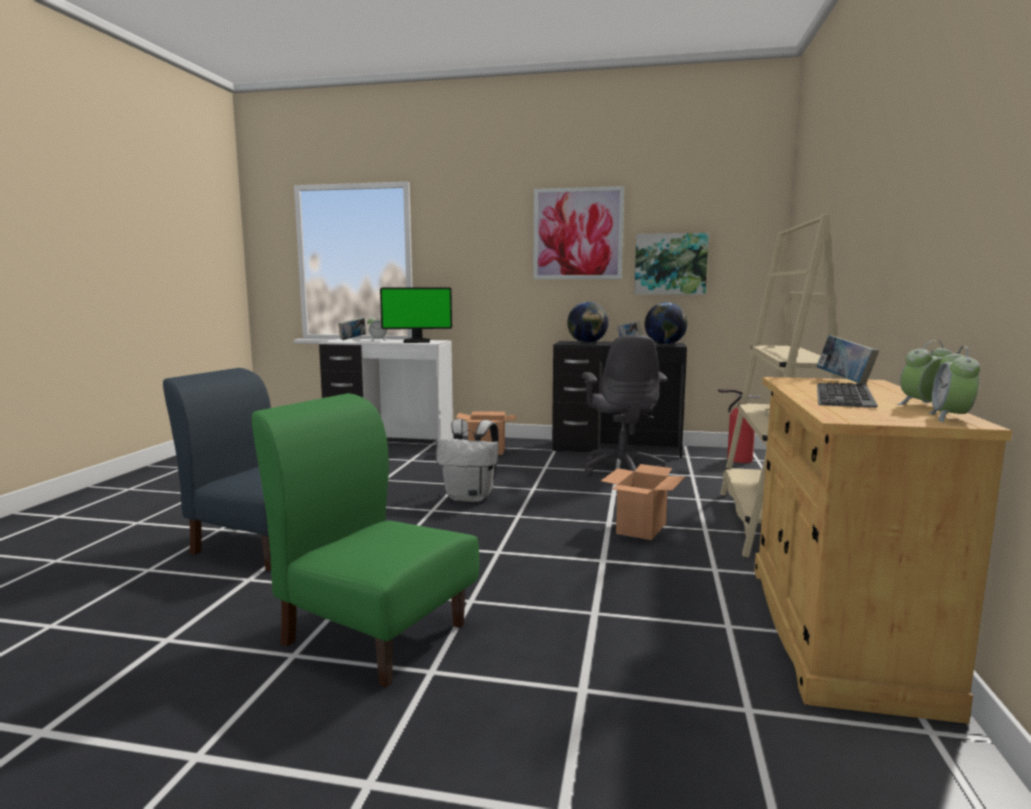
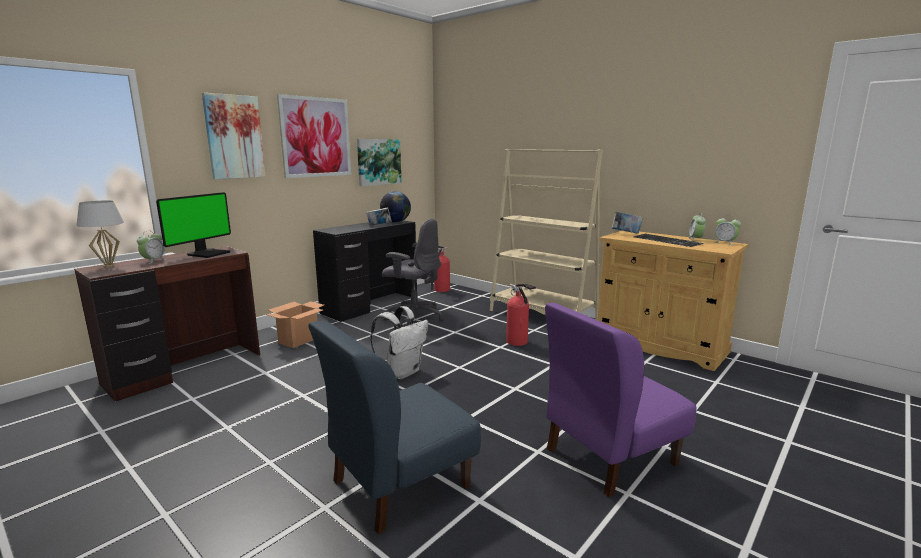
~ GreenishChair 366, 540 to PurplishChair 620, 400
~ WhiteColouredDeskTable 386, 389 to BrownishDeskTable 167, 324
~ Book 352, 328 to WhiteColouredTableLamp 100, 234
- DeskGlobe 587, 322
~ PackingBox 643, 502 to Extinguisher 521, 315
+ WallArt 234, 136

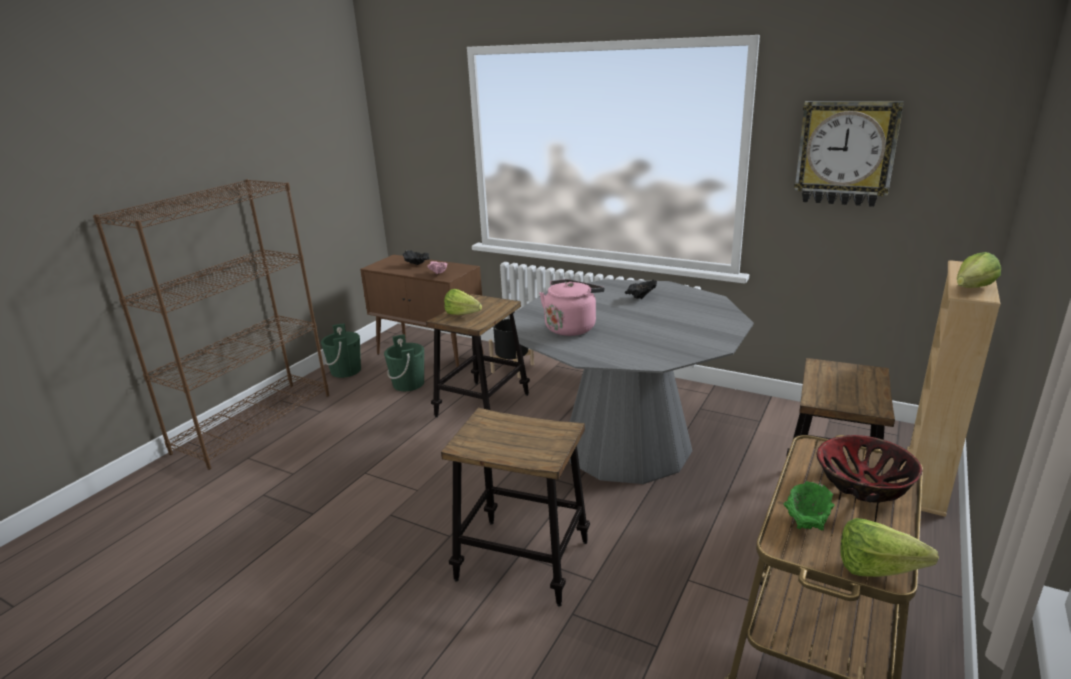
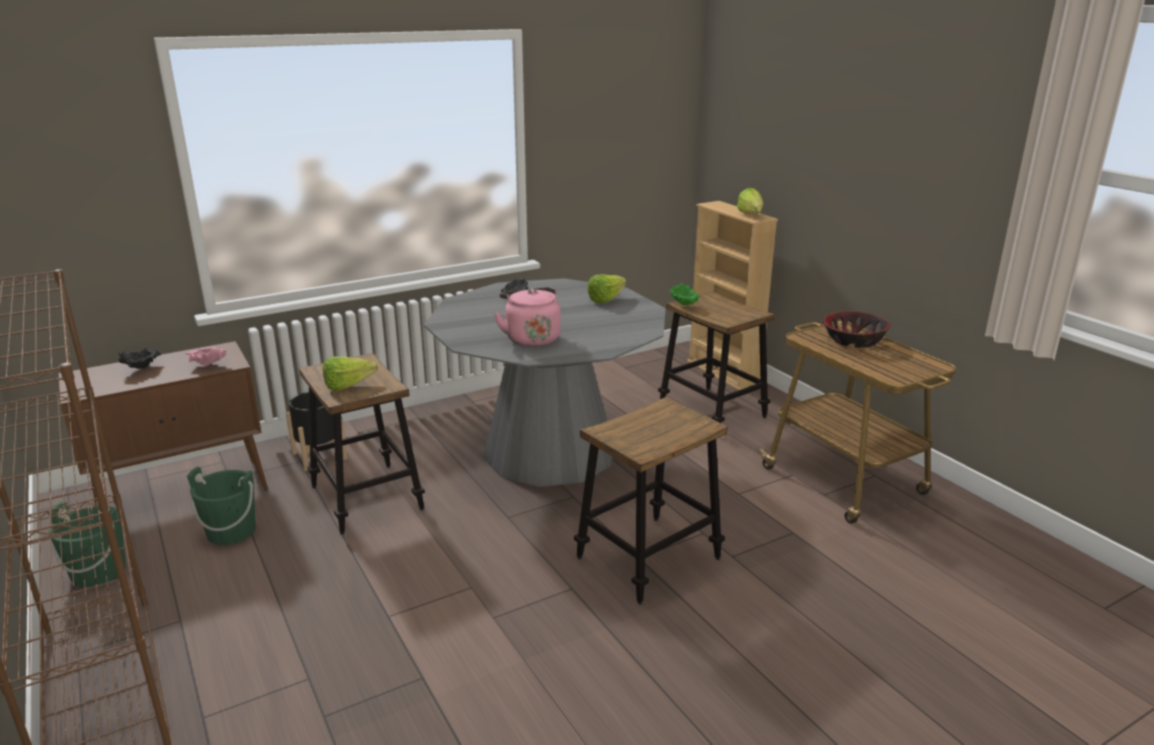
~ GreenishServingBowl 809, 505 to 685, 294
- ClockOnTheWall 849, 154
~ LettuceHead 890, 547 to 606, 289

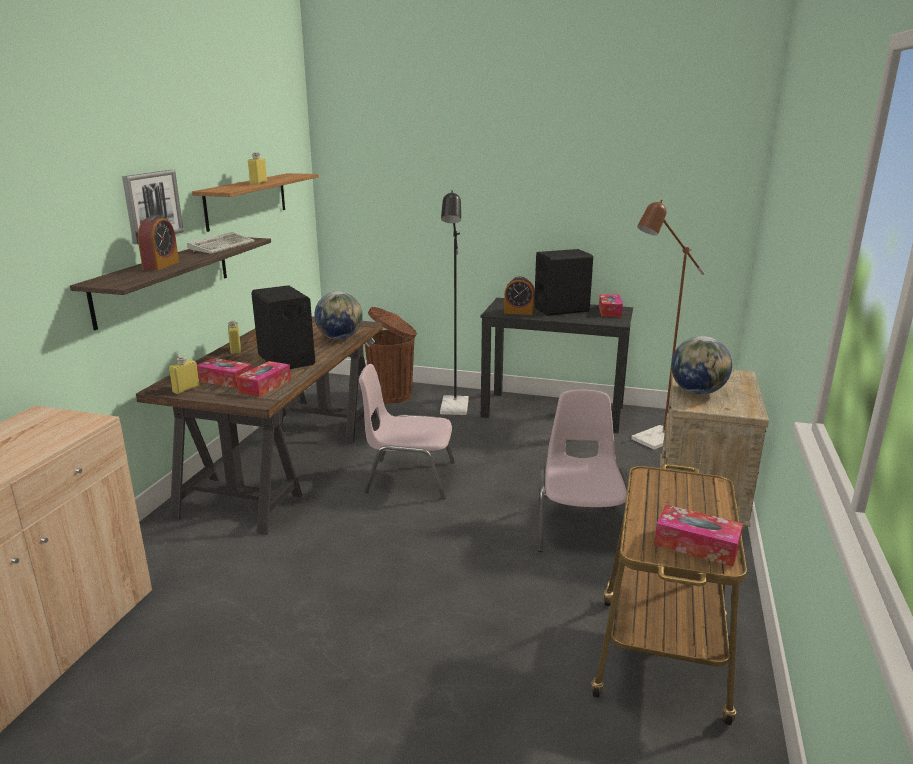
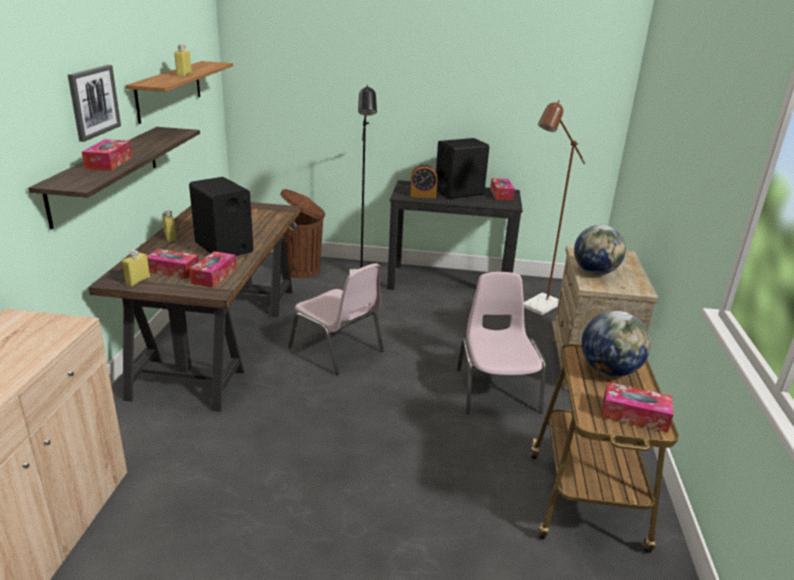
~ TableClock 158, 242 to TissueBox 107, 155
- PcKeyboard 221, 243
~ DeskGlobe 338, 315 to 616, 344
~ PinkChair 407, 431 = 336, 319 135 degrees counterclockwise

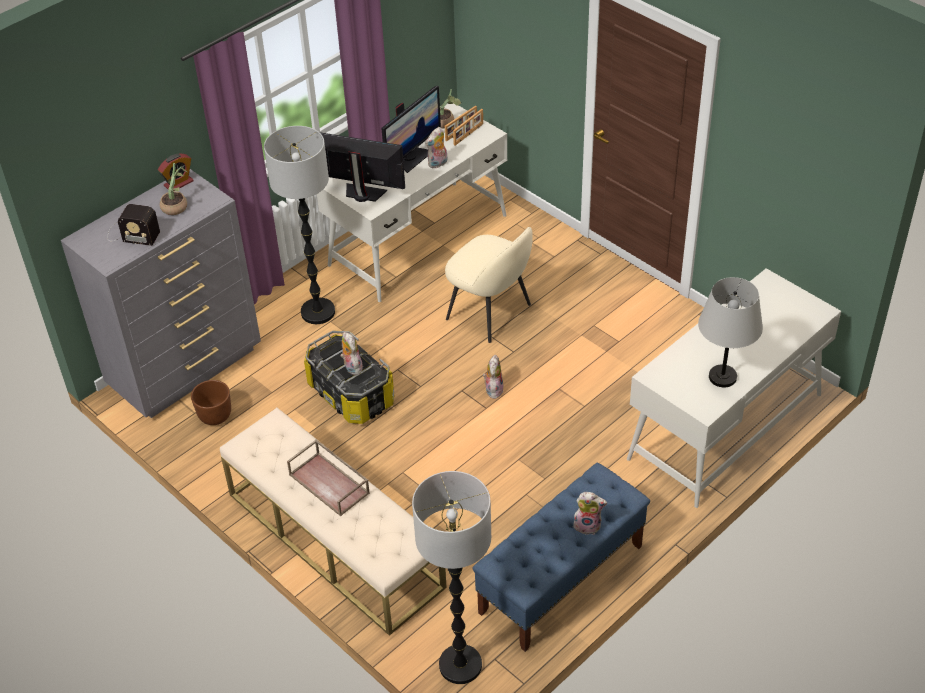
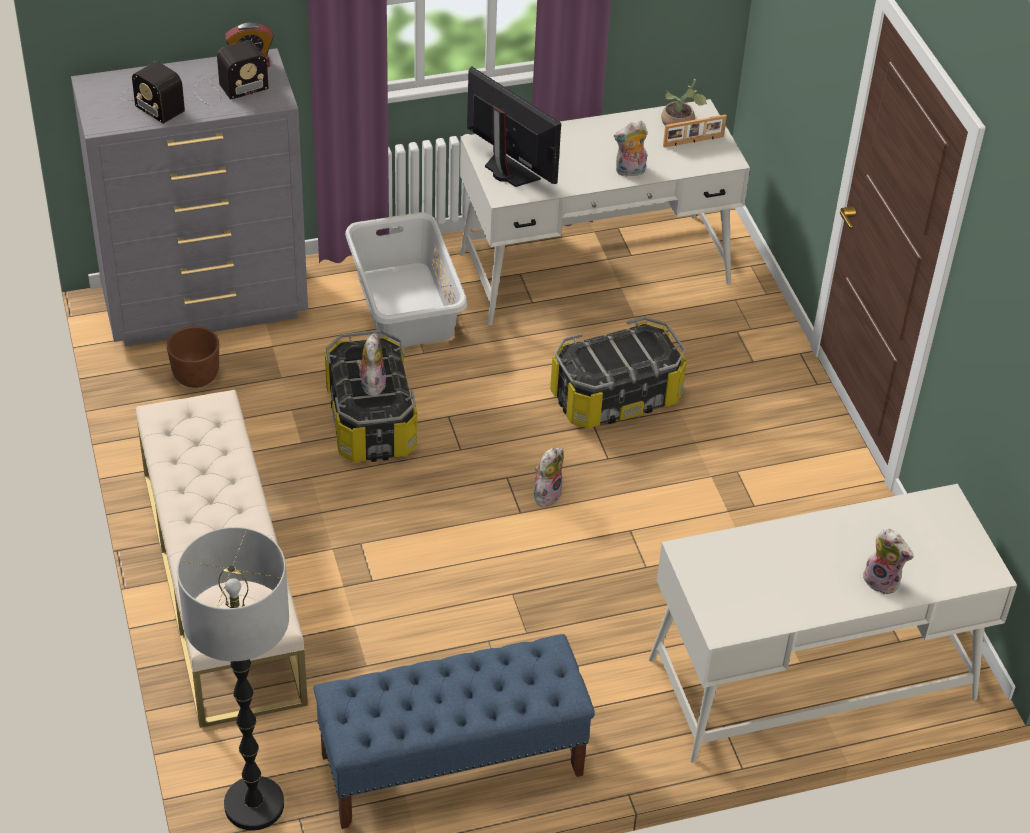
~ PlantInAPot 173, 189 to RadioReceiver 231, 73
~ StandingLamp 299, 225 to GreyWashingBasket 406, 279
- BrownishTray 328, 478
- Monitor 411, 129
~ SandColouredChair 489, 285 to StorageContainer 618, 372
- PictureFrame 468, 127
~ PlushToy 590, 513 to 888, 562
- GreyTableLamp 730, 332

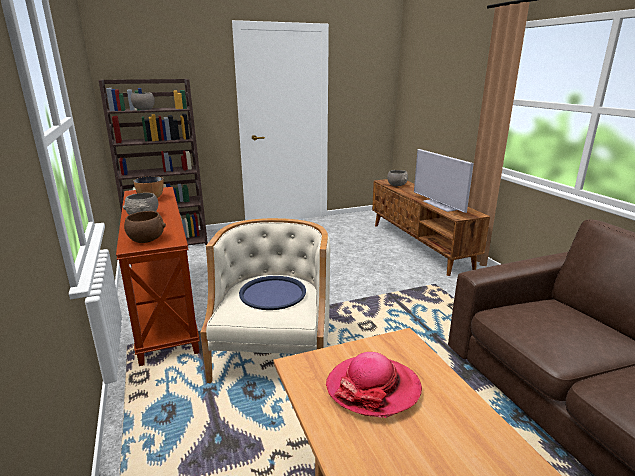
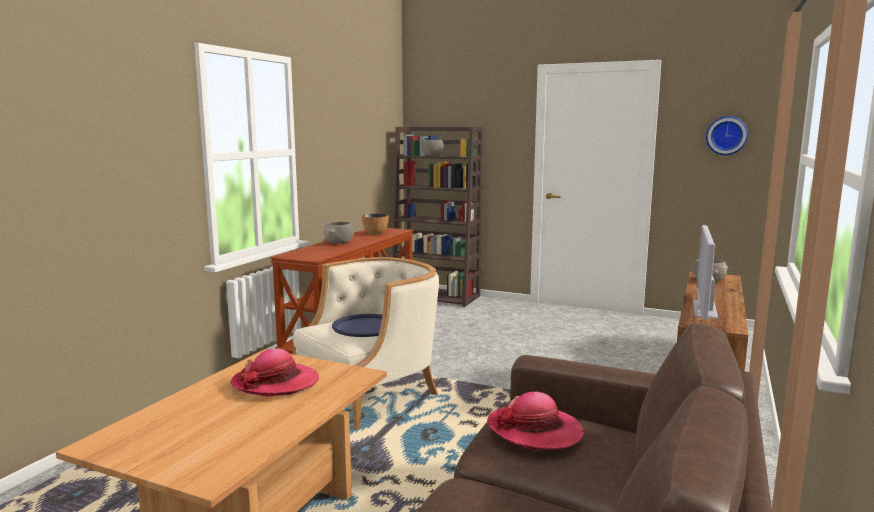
- BrownishServingBowl 145, 227
+ WearableHat 535, 421
+ ClockOnTheWall 727, 135

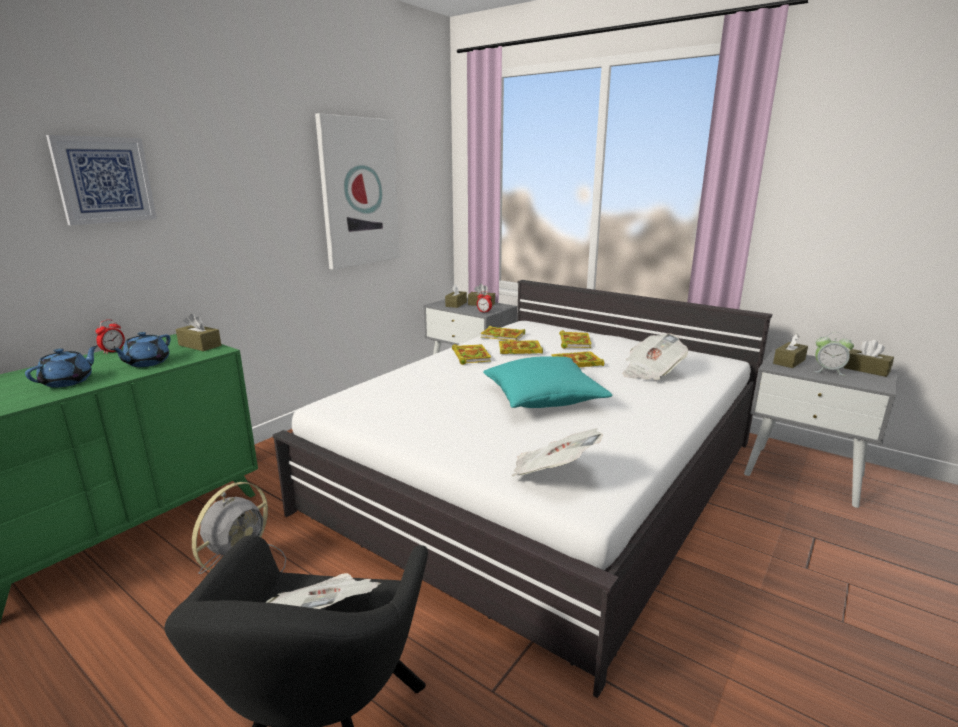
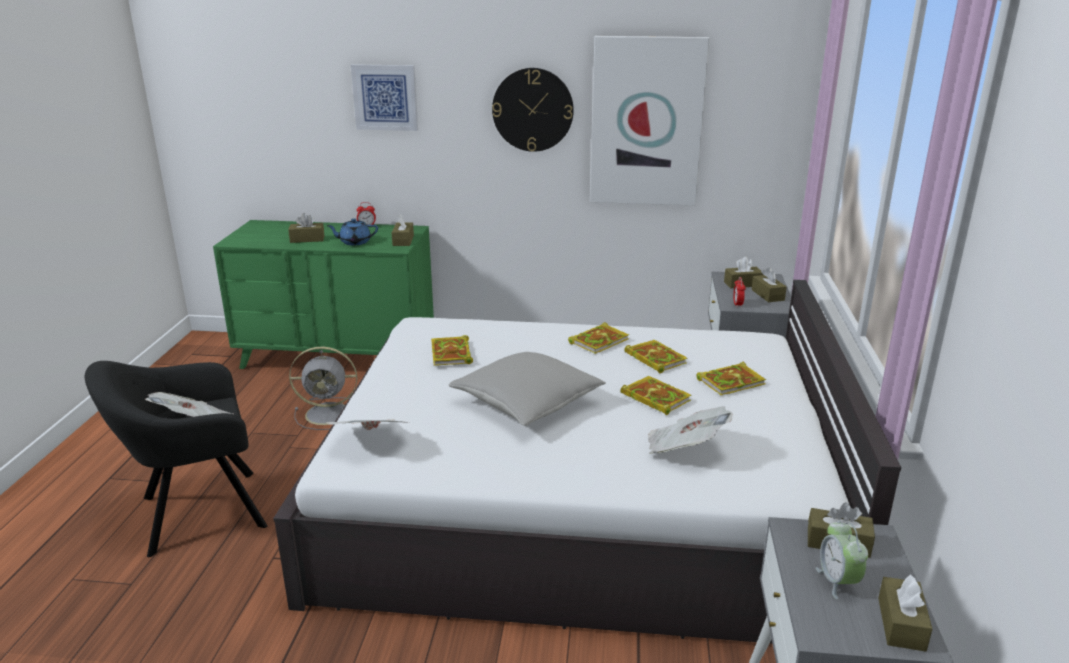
~ BluishPotForTea 61, 366 to BrownishTissueBox 306, 228
~ Book 503, 333 to 452, 350
~ TurquoiseThrowPillow 547, 382 to GreyThrowPillow 527, 389
+ ClockOnTheWall 533, 110

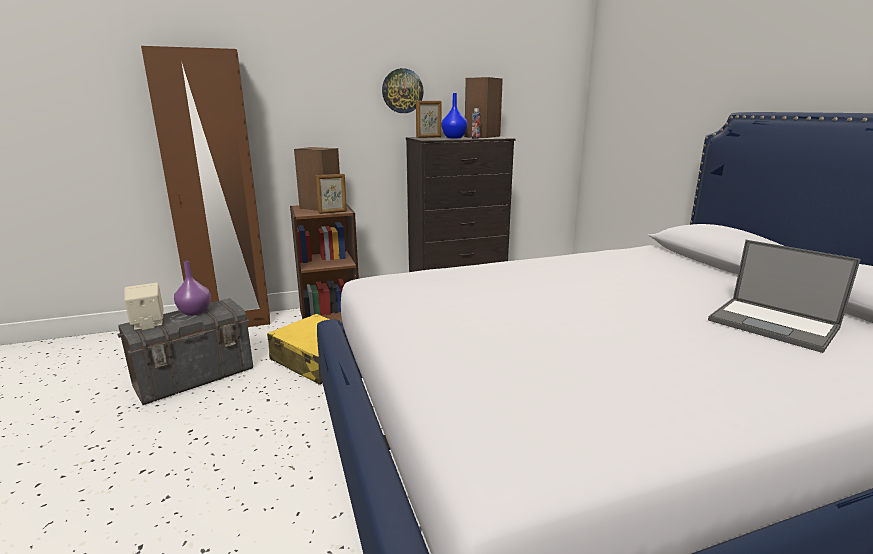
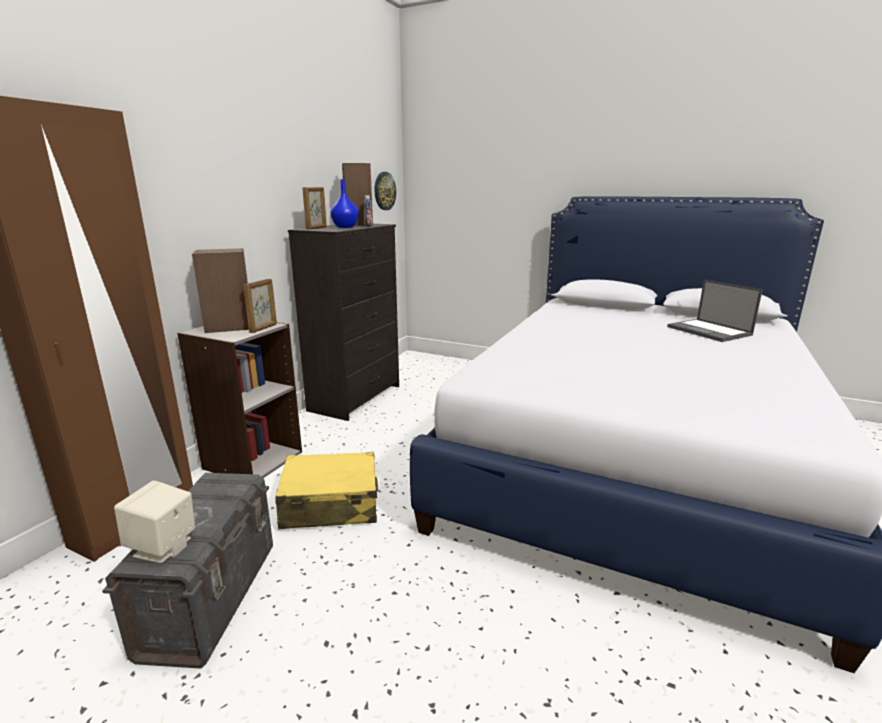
- PurplishDecorativeVase 192, 288
~ BrownishBookshelf 324, 263 to GreyBookshelf 239, 400
~ ClockOnTheWall 403, 90 to 385, 191
~ PortableComputer 784, 296 = 714, 311 60 degrees clockwise

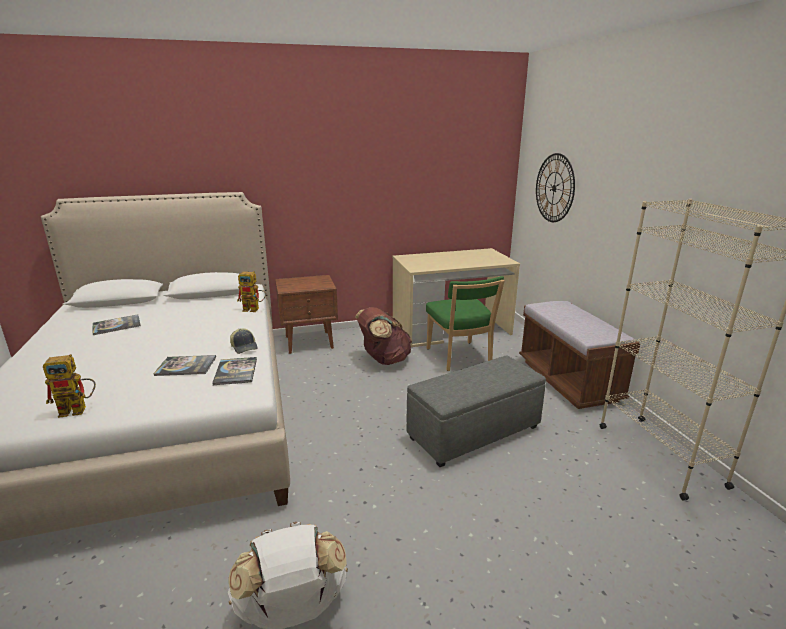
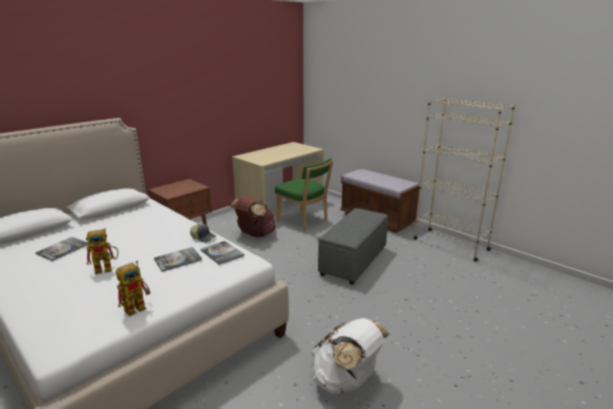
~ RobotFigure 251, 291 to 102, 251
- ClockOnTheWall 555, 187

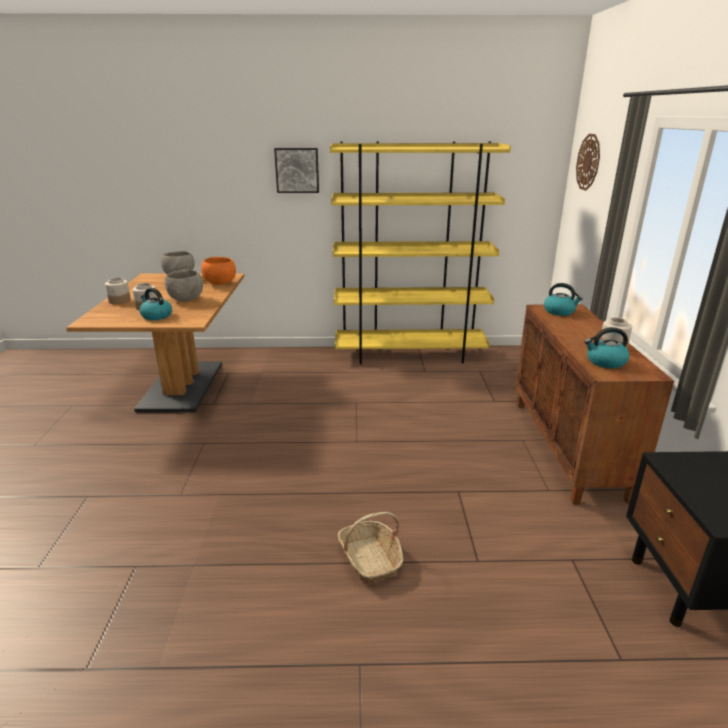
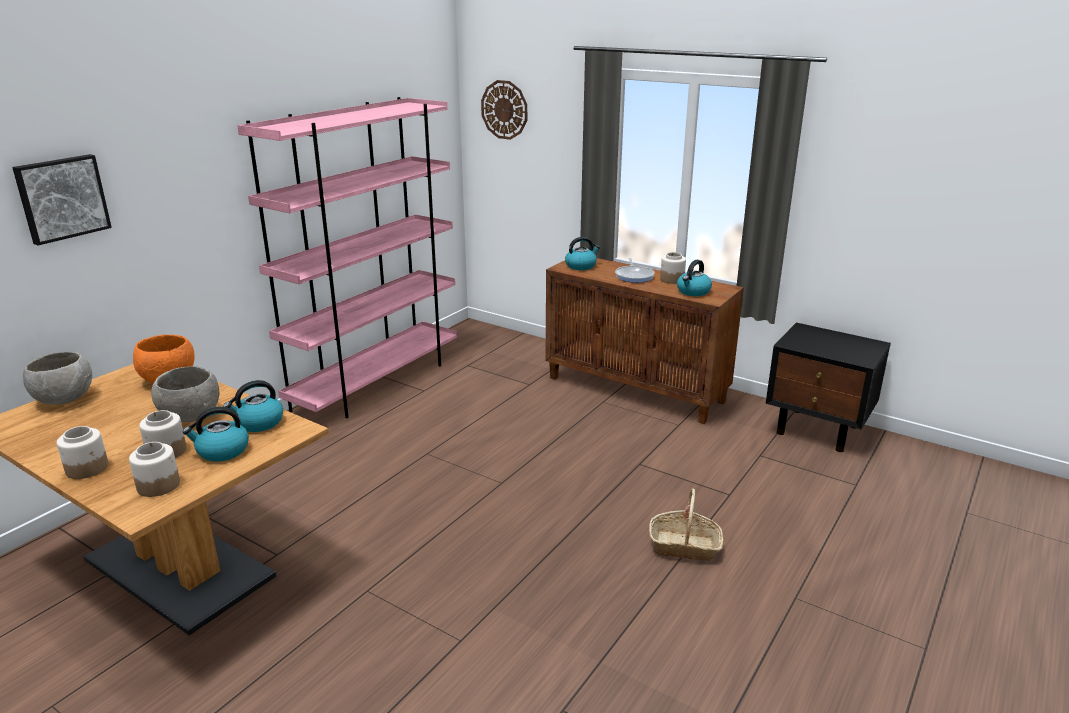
~ WallArt 296, 170 to 62, 199
~ YellowColouredBookshelf 420, 252 to PinkBookshelf 347, 257
+ StorageJar 154, 469
+ TeaKettle 253, 406
+ Pan 635, 270

